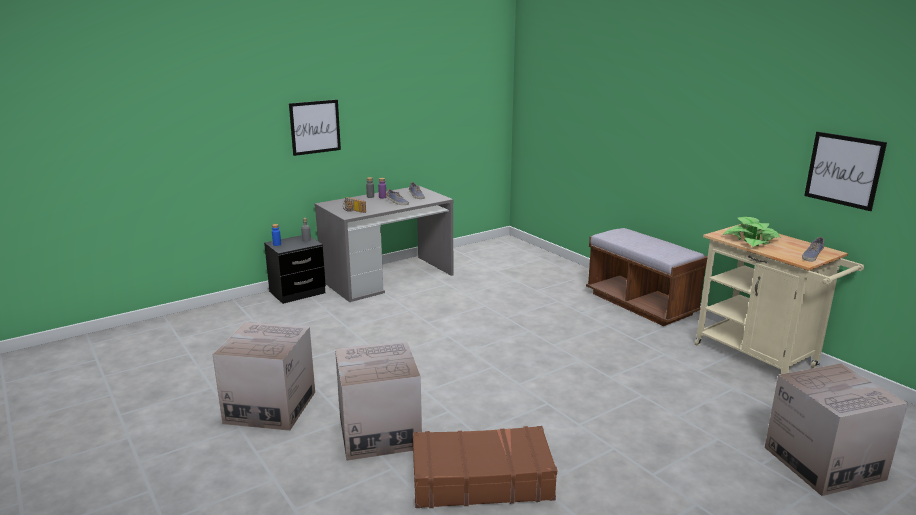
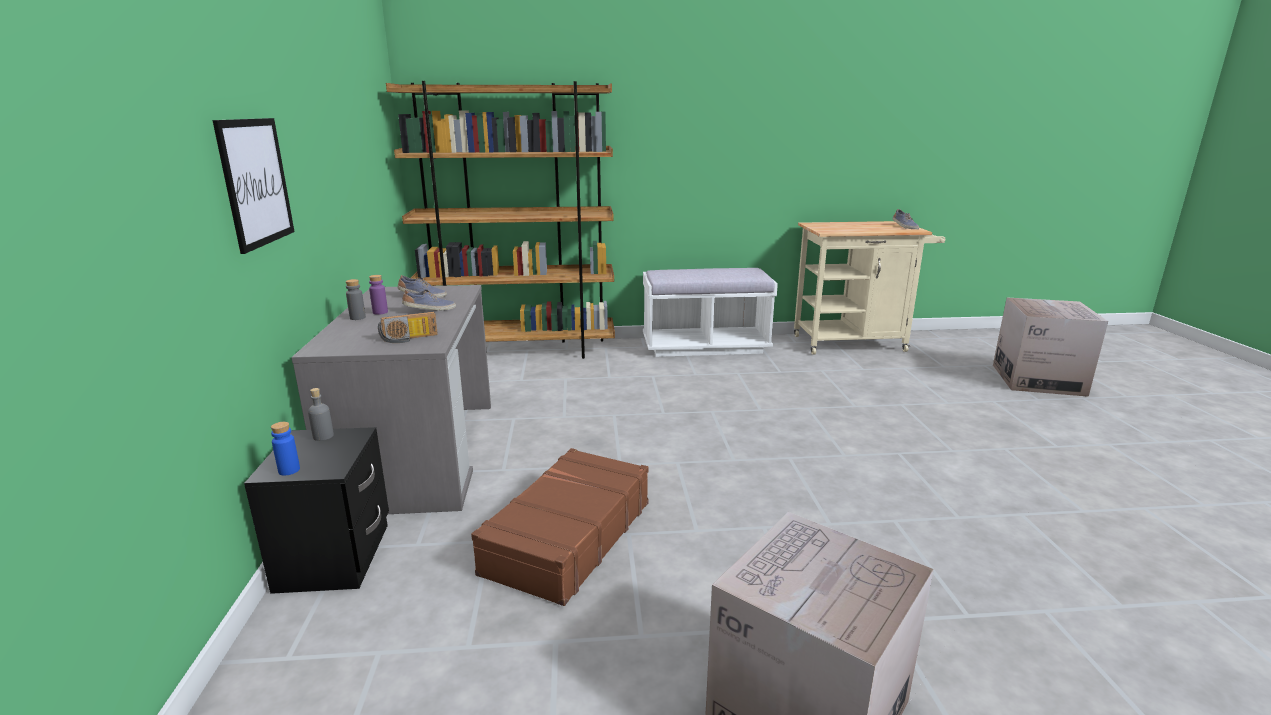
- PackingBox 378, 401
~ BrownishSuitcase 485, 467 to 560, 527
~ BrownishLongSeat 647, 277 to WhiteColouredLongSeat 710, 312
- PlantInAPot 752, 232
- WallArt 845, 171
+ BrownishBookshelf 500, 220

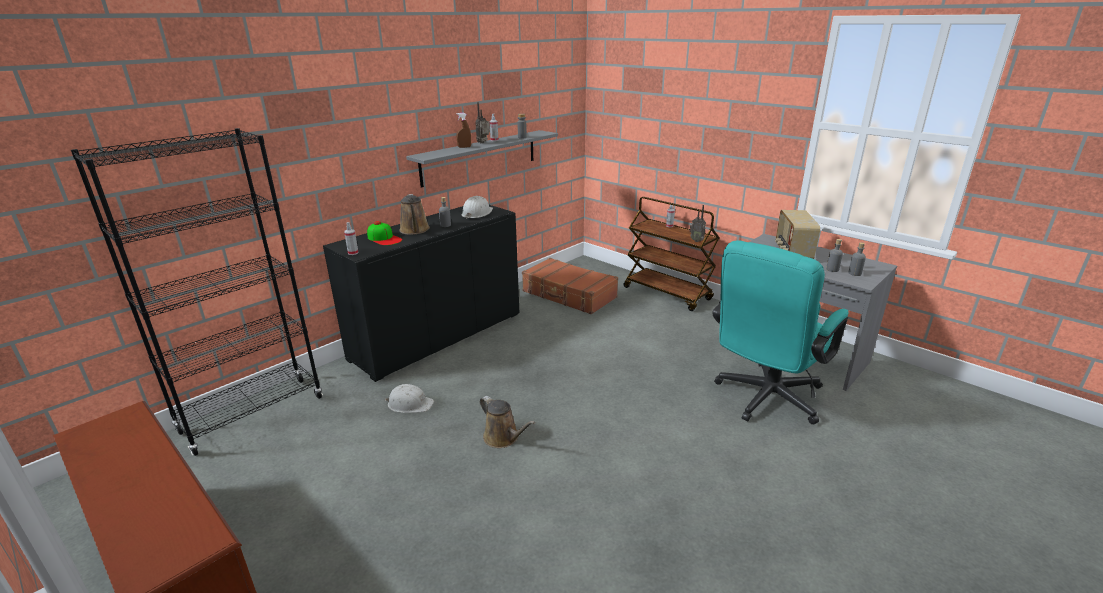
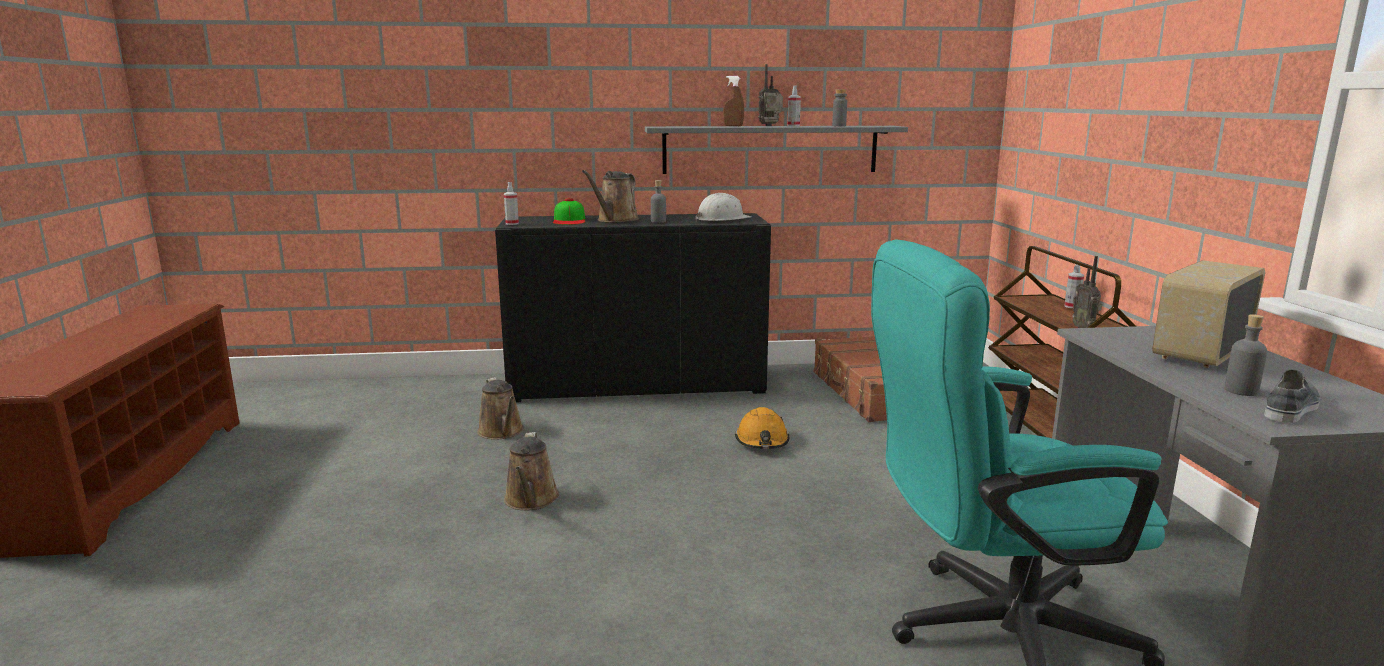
- BlackColouredBookshelf 197, 292
~ WhiteColouredWorkHelmet 409, 398 to BrownishWateringPot 501, 408
~ GreyBottle 857, 259 to GreyItemOfFootwear 1292, 396
+ OrangeyWorkHelmet 762, 428

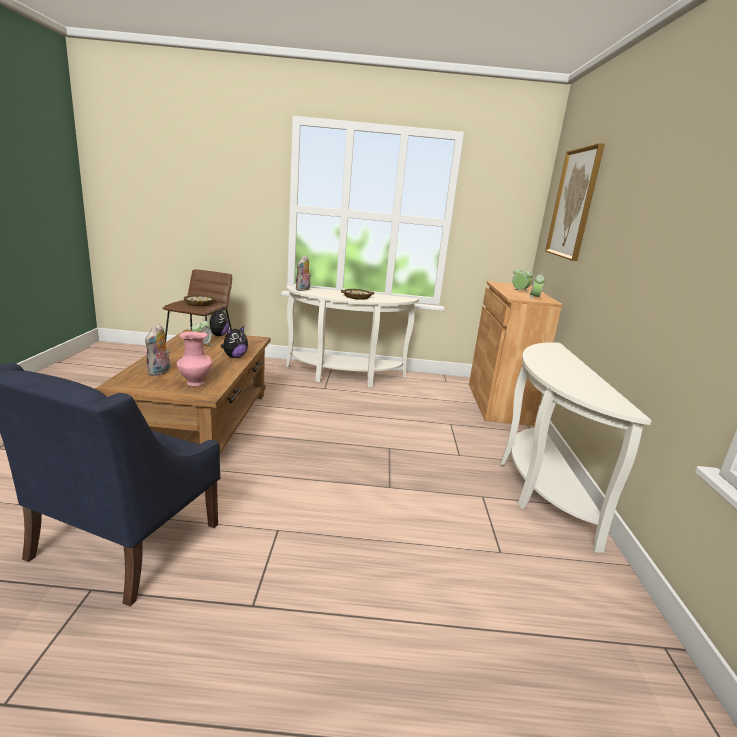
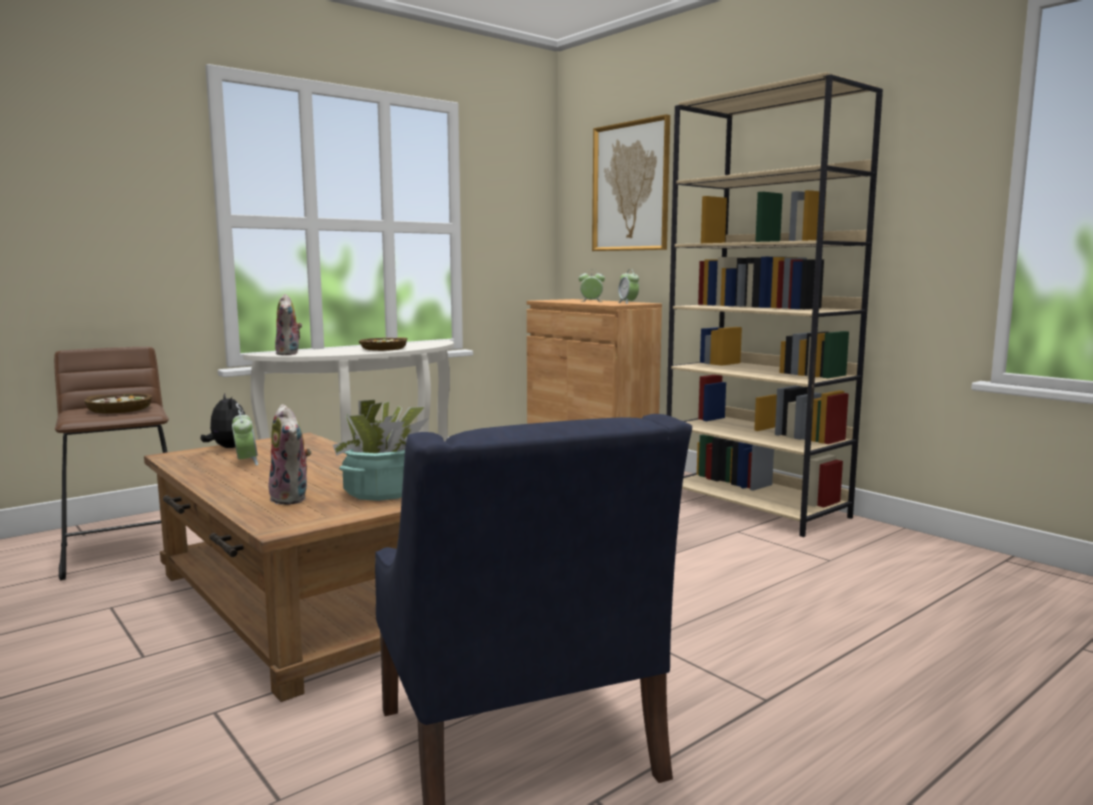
~ PinkDecorativeVase 194, 358 to PlantInAPot 381, 450
- PlushToy 234, 342
~ WhiteColouredConsoleTable 576, 447 to SandColouredBookshelf 775, 304

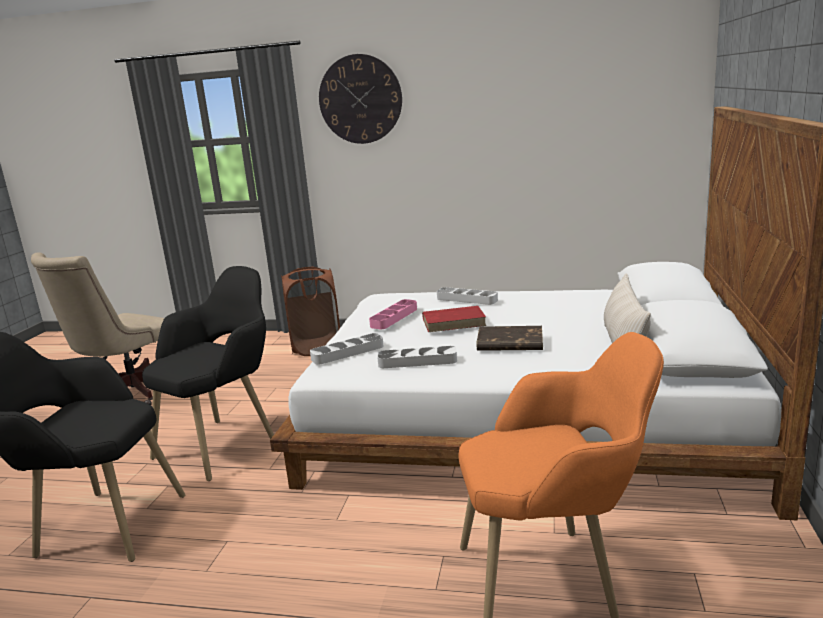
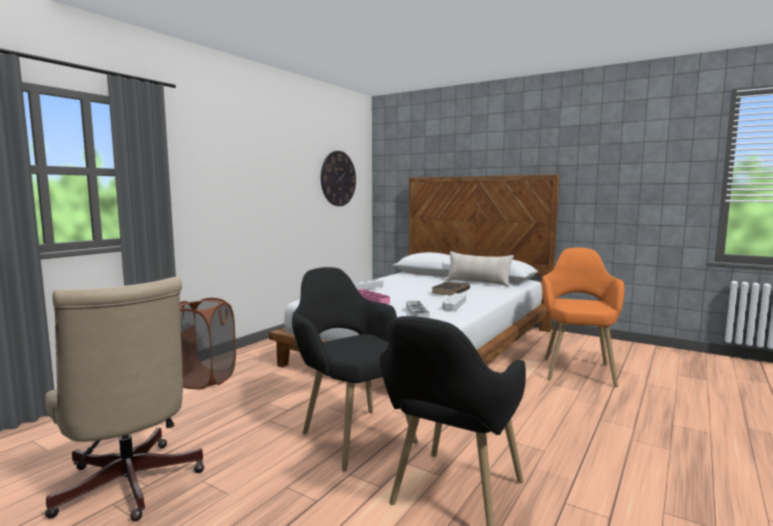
~ ClockOnTheWall 360, 99 to 338, 178
- ReddishBook 454, 319

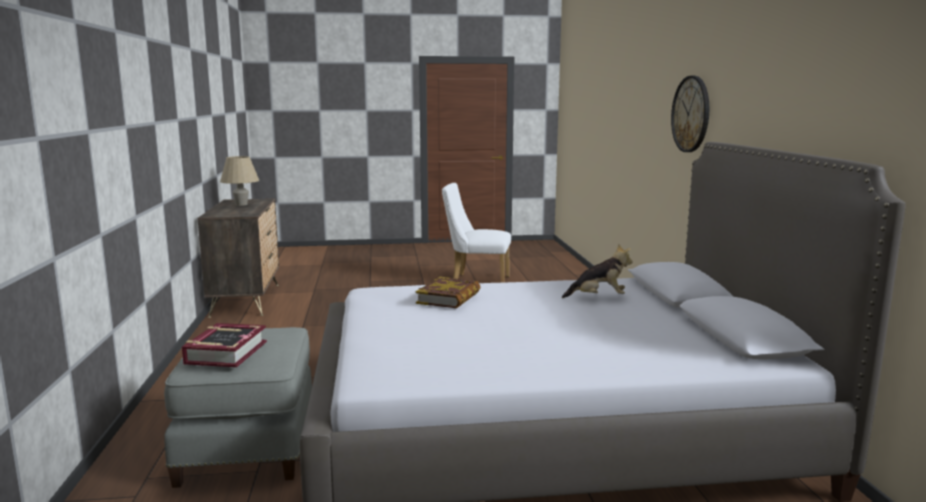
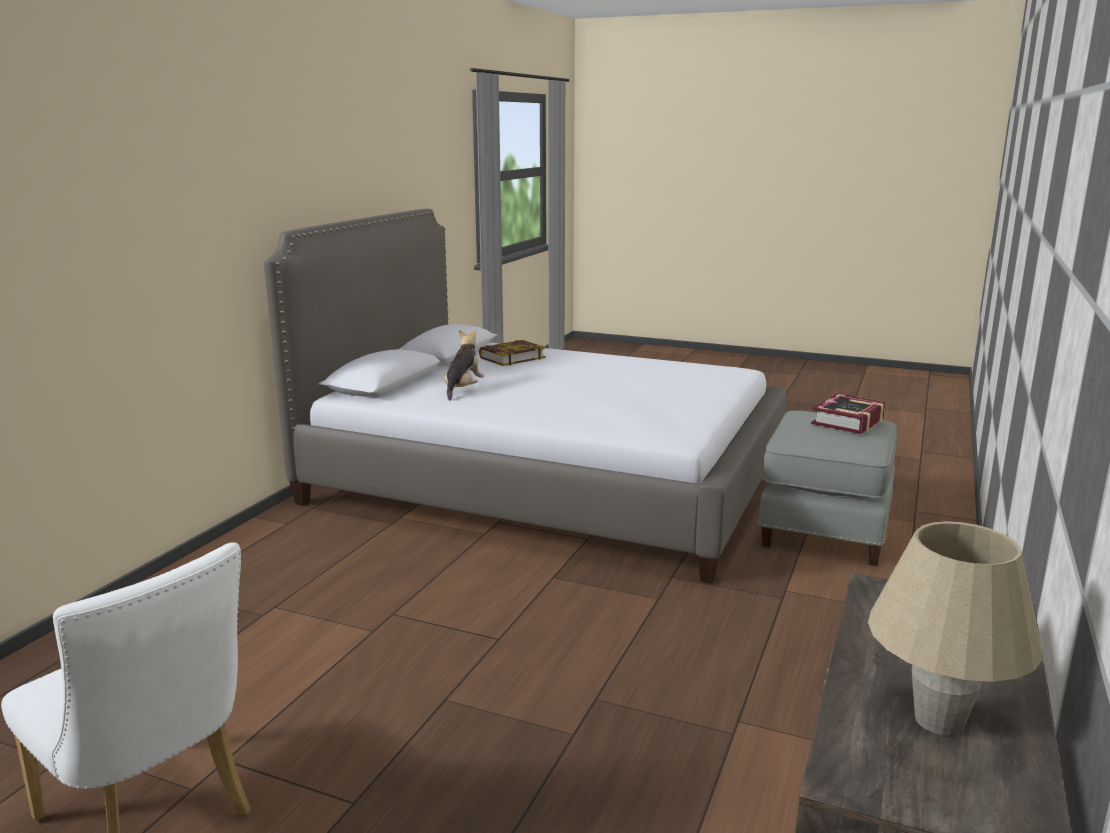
~ Book 448, 292 to 512, 353
~ PlushToy 597, 271 = 464, 365 75 degrees clockwise
- ClockOnTheWall 690, 114

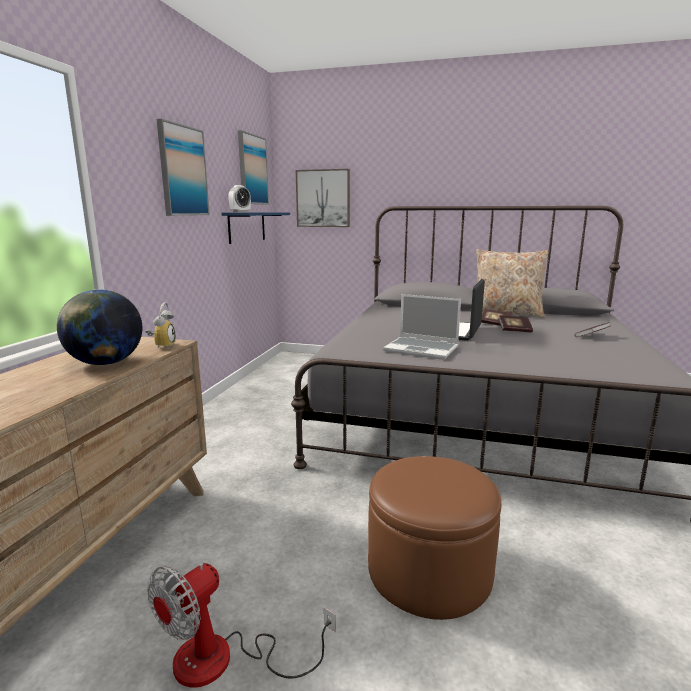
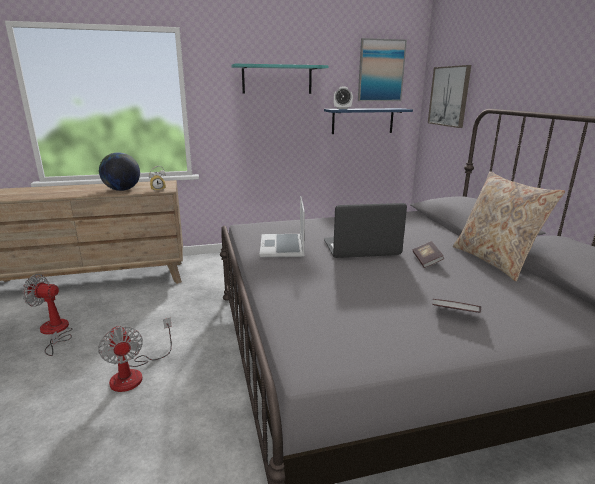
~ WallArt 183, 167 to TurquoiseWallShelf 279, 79
~ BrownishFootrest 434, 538 to ElectricFan 135, 354
- Book 515, 324

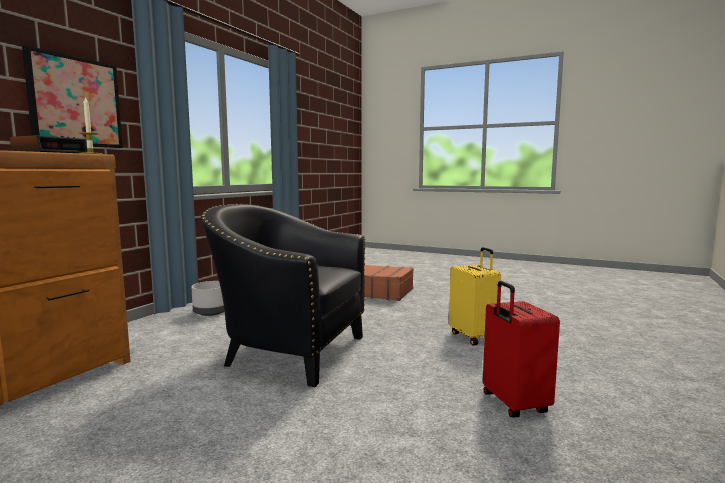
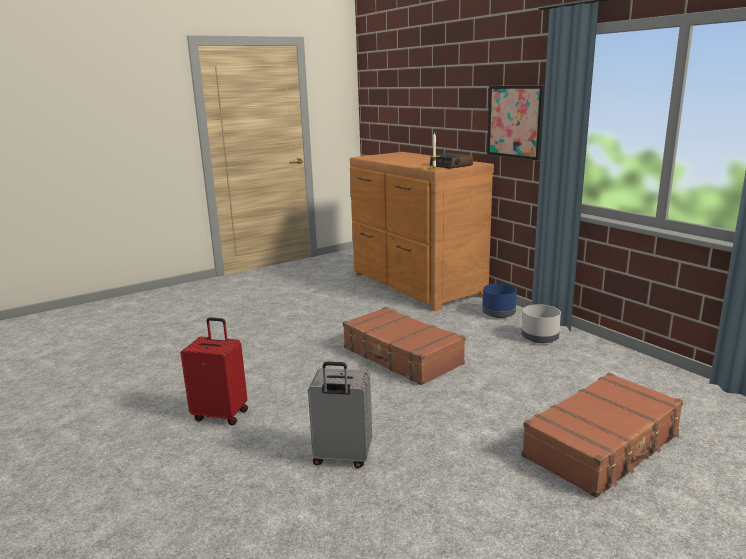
~ BlackColouredLoungeChair 283, 295 to BrownishSuitcase 404, 346
~ YellowColouredSuitcase 475, 296 to GreySuitcase 340, 415
+ BluishPlantPot 499, 301

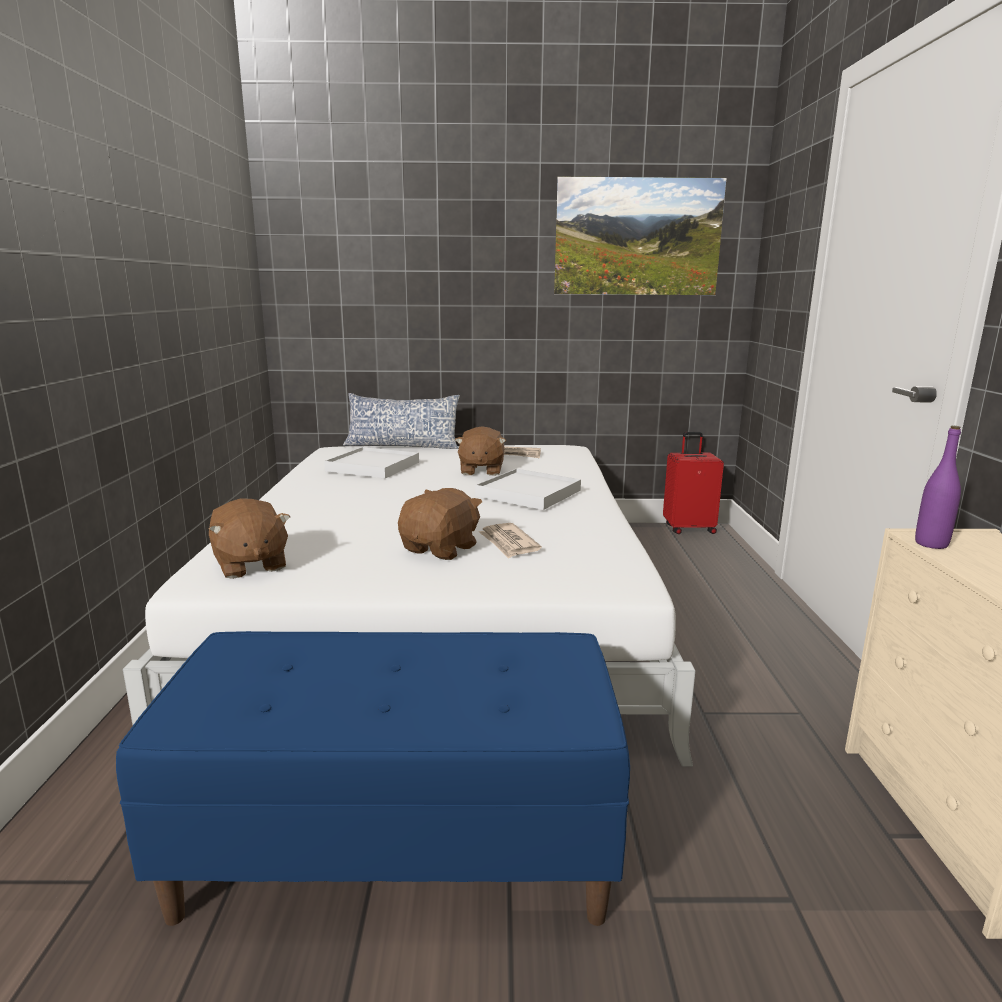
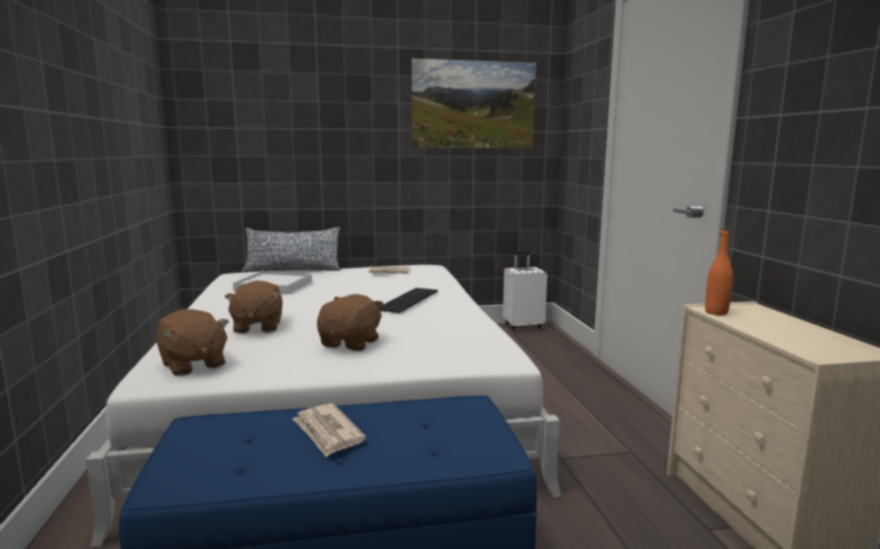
~ BrownishPlushToy 480, 451 to 254, 307
~ WhiteColouredTray 528, 489 to PcKeyboard 408, 300
~ PrintedPaper 510, 541 to 329, 430
~ ReddishSuitcase 693, 483 to WhiteColouredSuitcase 525, 291
~ PurplishBottle 938, 487 to OrangeyBottle 719, 271

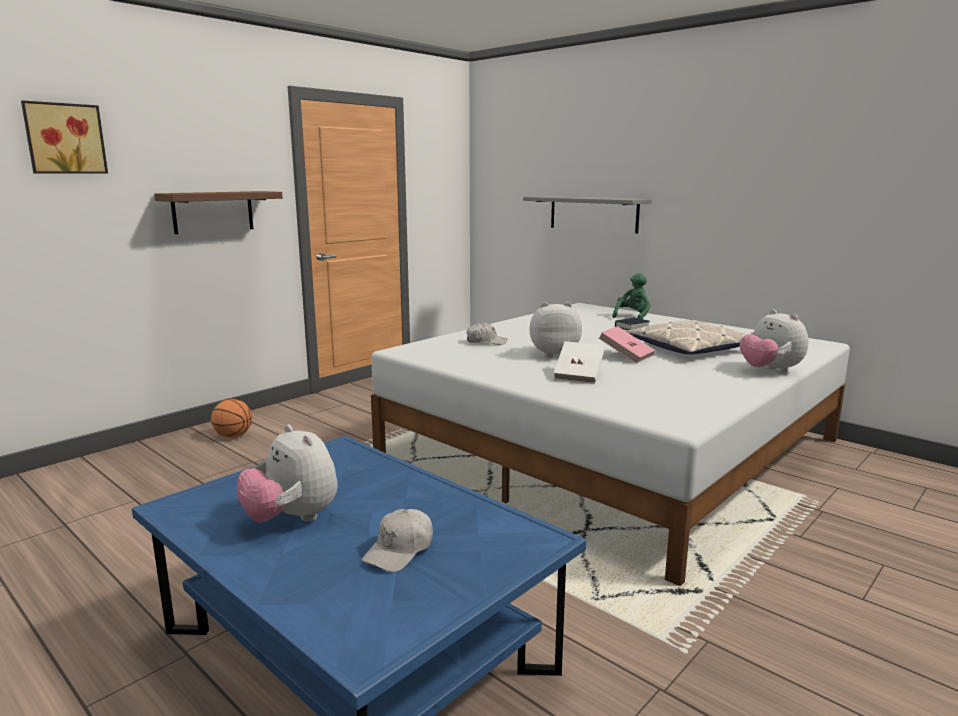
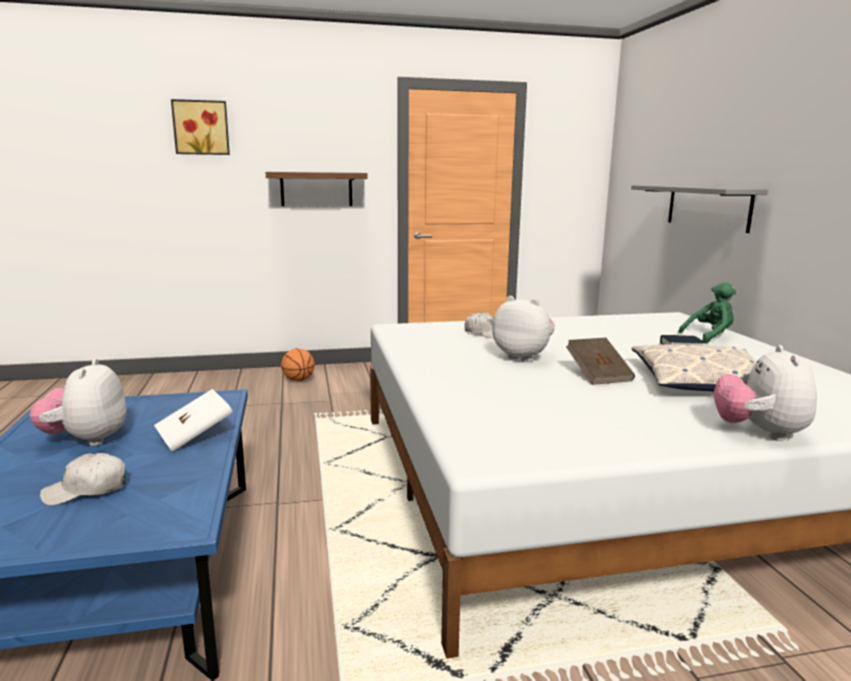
~ WhiteColouredBook 579, 362 to 193, 420
~ PinkBook 627, 344 to BrownishBook 600, 361

